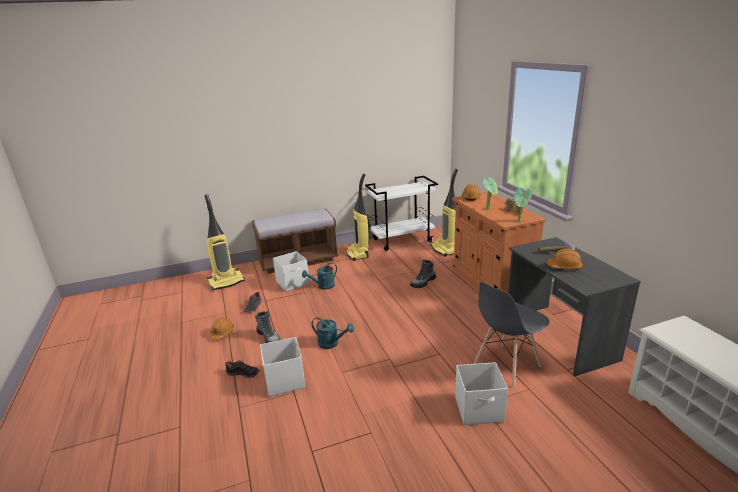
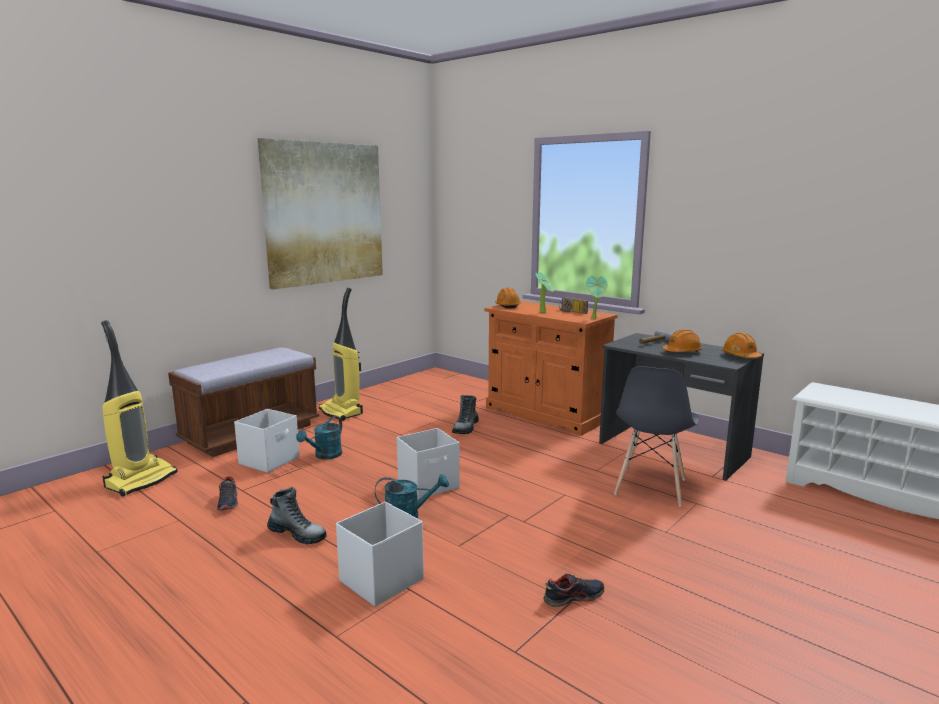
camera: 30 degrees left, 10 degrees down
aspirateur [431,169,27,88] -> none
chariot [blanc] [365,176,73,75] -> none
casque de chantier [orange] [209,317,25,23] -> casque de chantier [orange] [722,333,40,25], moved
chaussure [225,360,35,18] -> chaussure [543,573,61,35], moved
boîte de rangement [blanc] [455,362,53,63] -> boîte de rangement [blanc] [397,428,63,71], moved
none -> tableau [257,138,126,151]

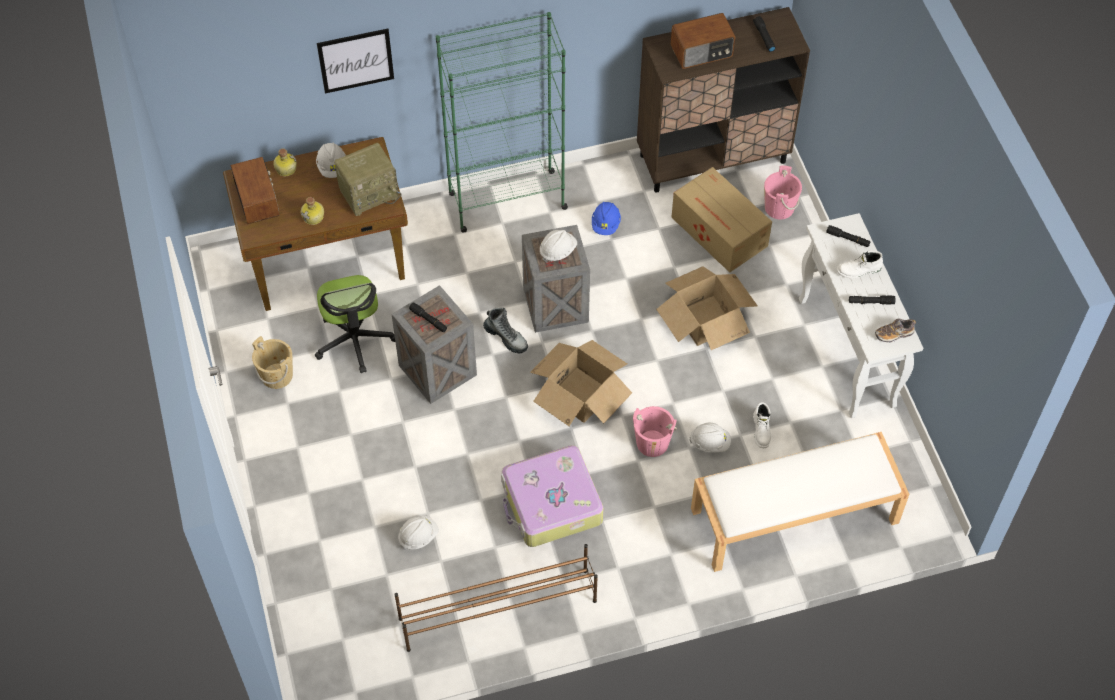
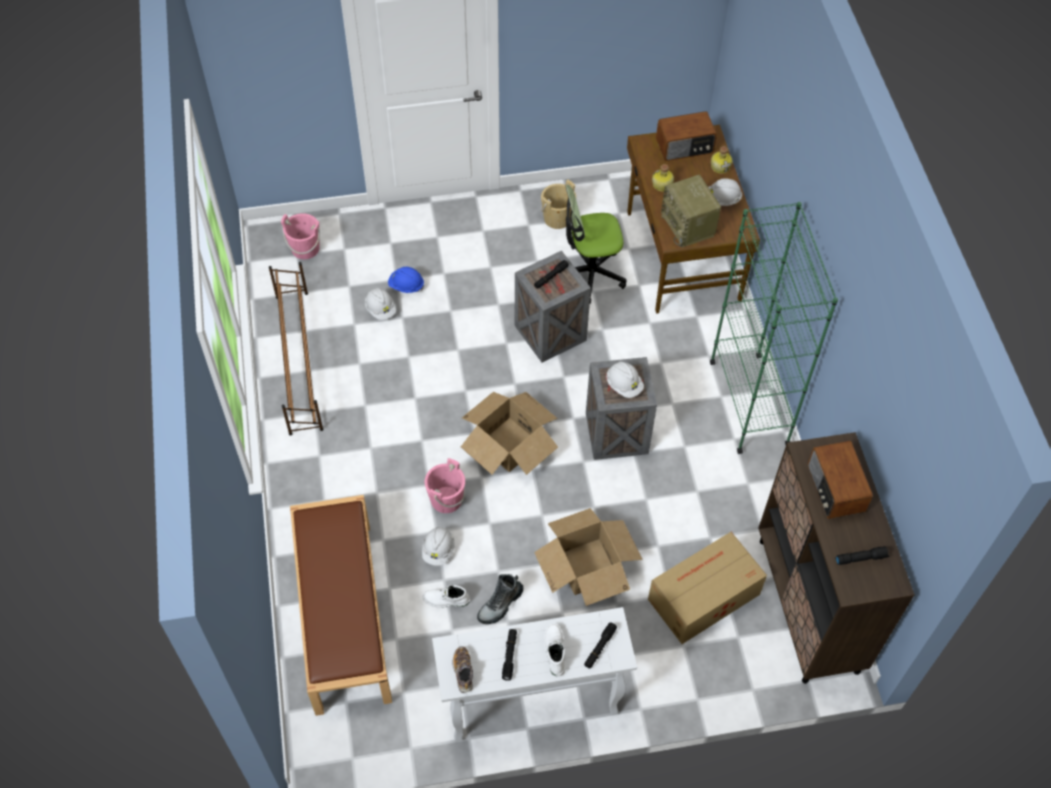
camera: 95 degrees right, 0 degrees up
tableau [317,29,77,65] -> none
seau [rose] [764,166,38,53] -> seau [rose] [281,213,39,46], moved
casque de chantier [bleu] [592,202,29,33] -> casque de chantier [bleu] [388,267,37,26], moved
botte [483,307,45,46] -> botte [477,574,46,50], moved
banc [blanc] [691,432,218,140] -> banc [marron] [290,495,102,221]
valise [501,445,103,102] -> none

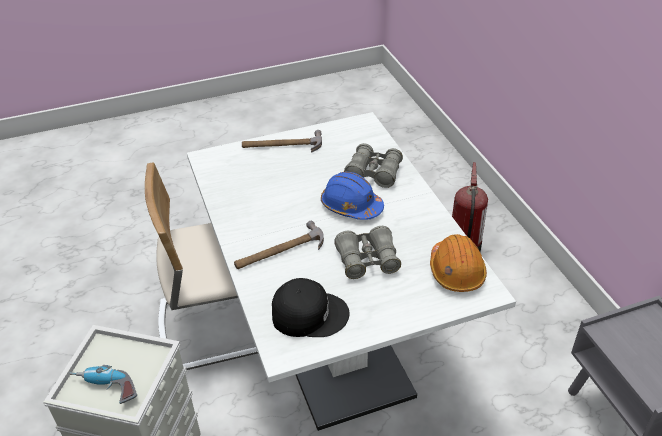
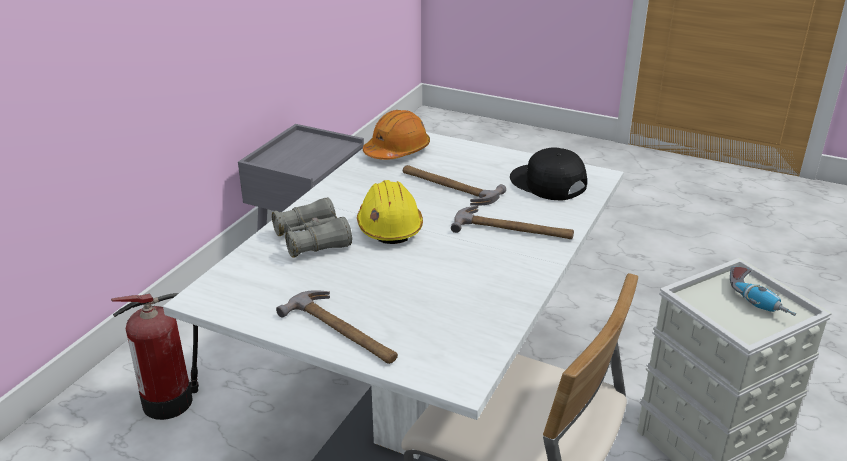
camera: 135 degrees left, 10 degrees down
casque de chantier [bleu] [321,172,63,48] -> casque de chantier [jaune] [357,180,66,64]
jumelles [gris] [334,226,67,53] -> marteau [403,165,103,41]

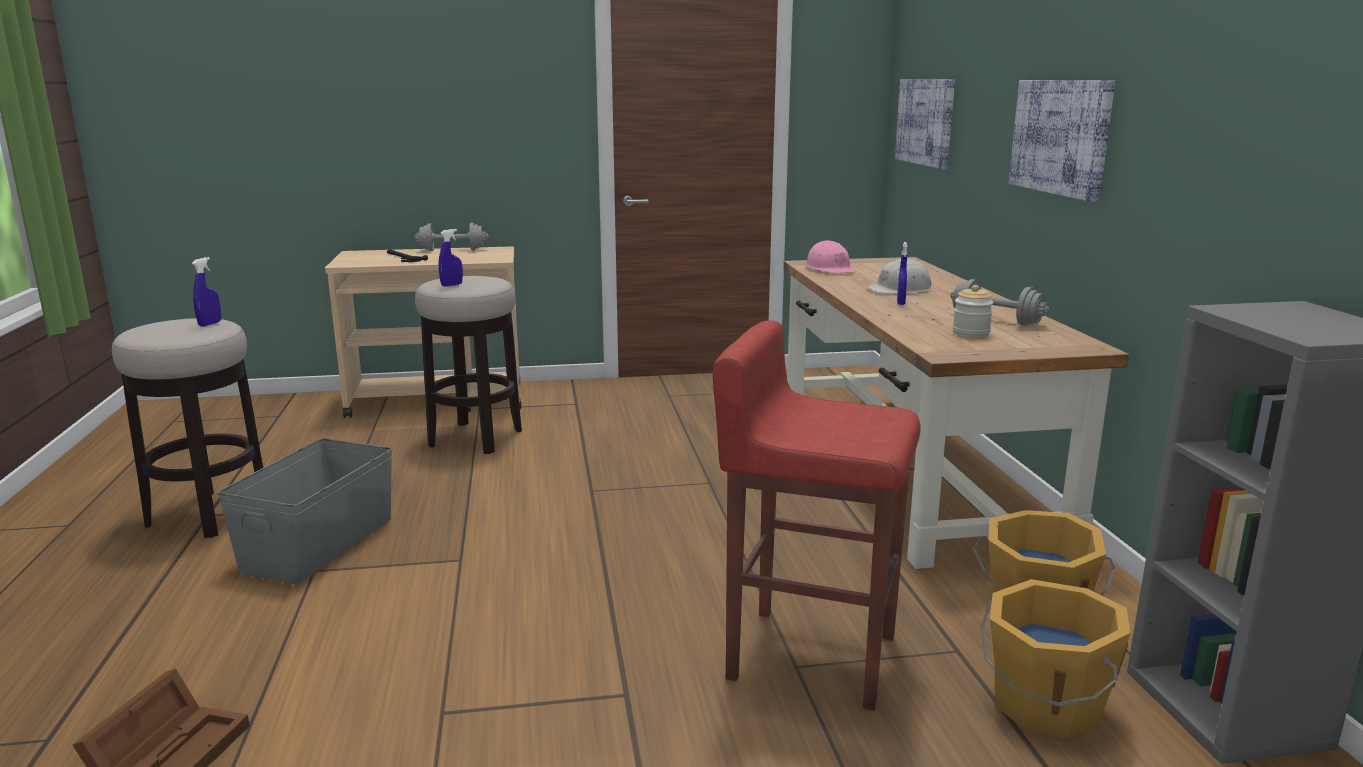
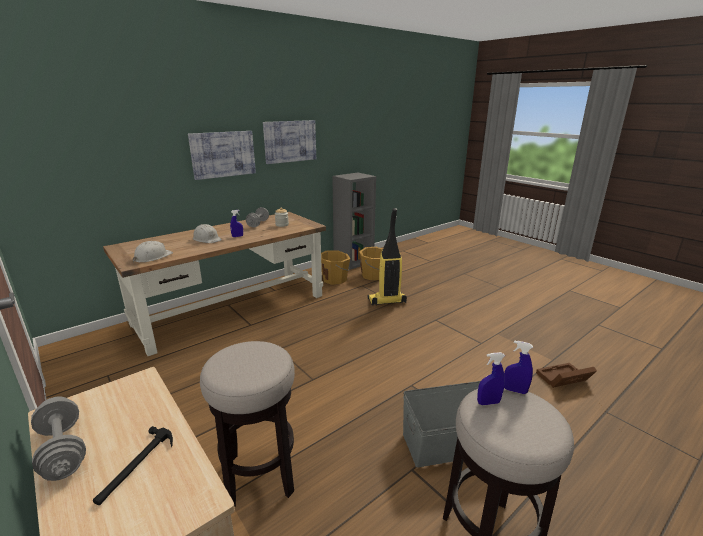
camera: 120 degrees left, 5 degrees up
tableau [895,79,60,90] -> tableau [263,120,53,44], moved
vaporisateur [bleu] [439,229,24,58] -> vaporisateur [bleu] [504,340,29,54], moved
casque de chantier [rose] [805,240,51,33] -> casque de chantier [blanc] [133,241,40,22]
tabouret [rouge] [713,320,208,391] -> aspirateur [368,208,39,98]

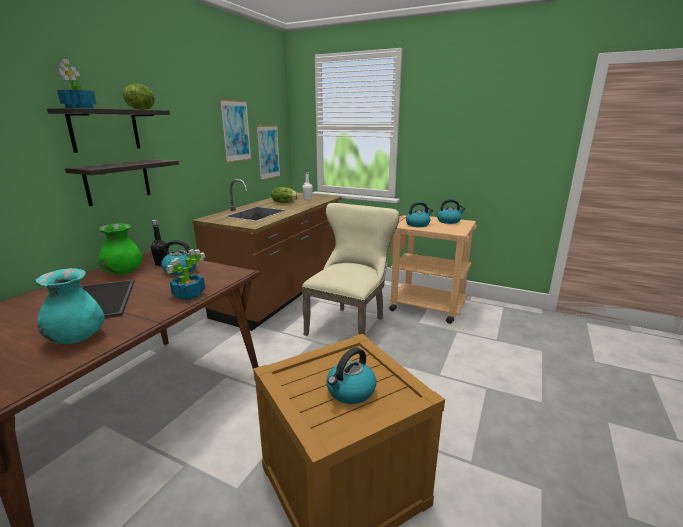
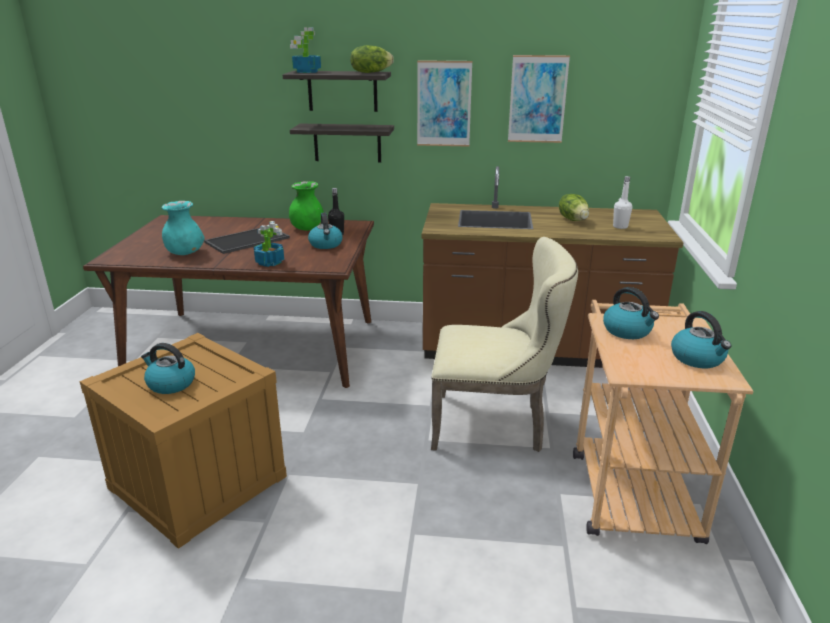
camera: 70 degrees right, 5 degrees up
tableau [256,126,25,54] -> tableau [417,60,55,87], moved

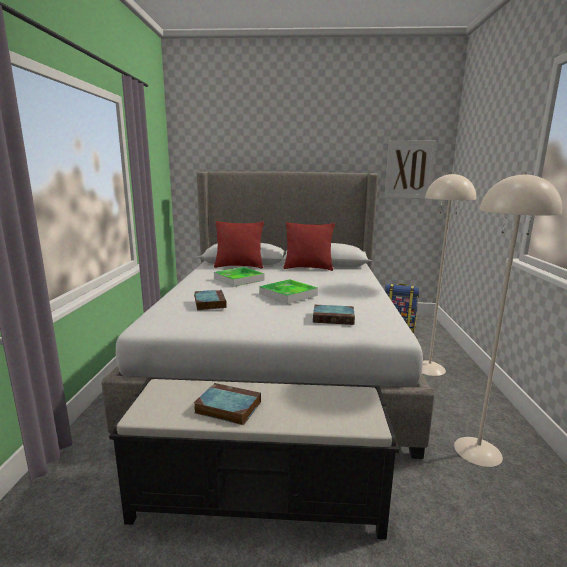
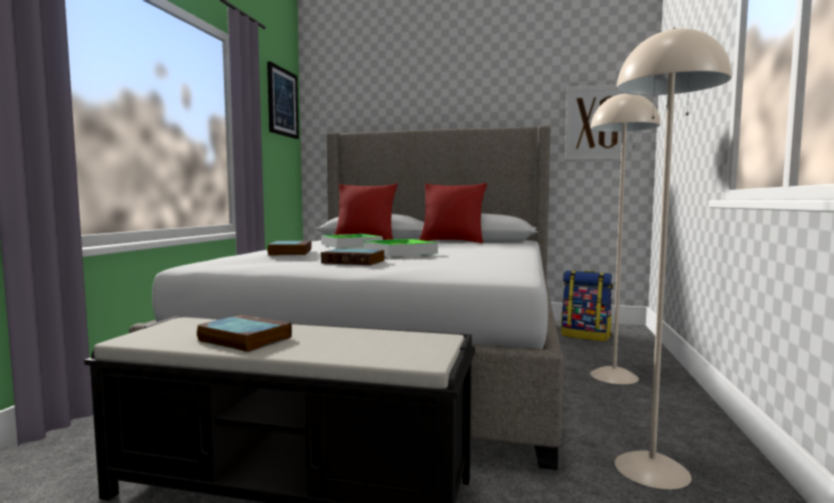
camera: 10 degrees right, 10 degrees down
livre [313,305,42,20] -> livre [321,248,63,17], moved
none -> tableau [267,61,32,78]

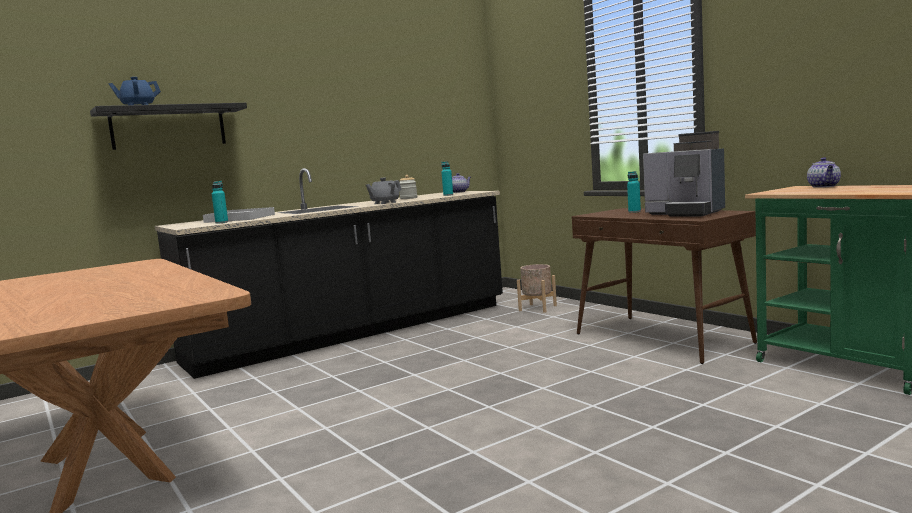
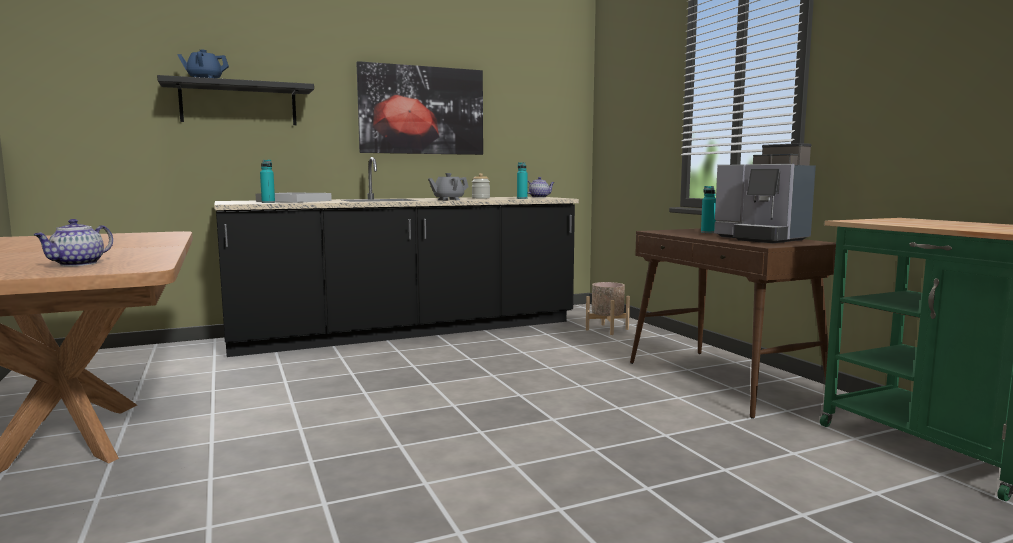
camera: 10 degrees right, 0 degrees up
théière [807,157,34,31] -> théière [33,219,80,47], moved
none -> tableau [356,61,127,94]

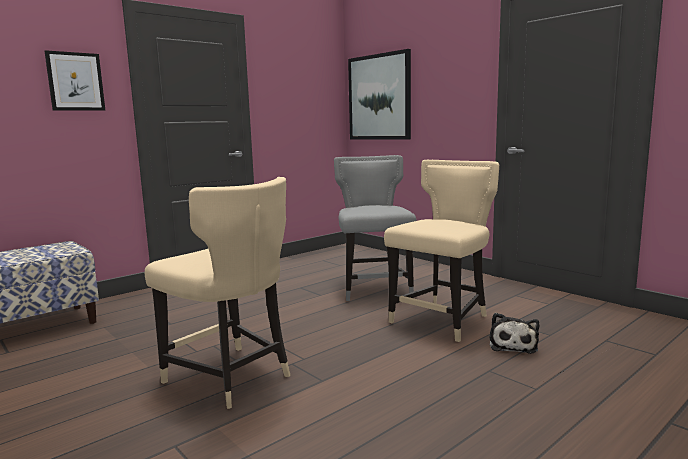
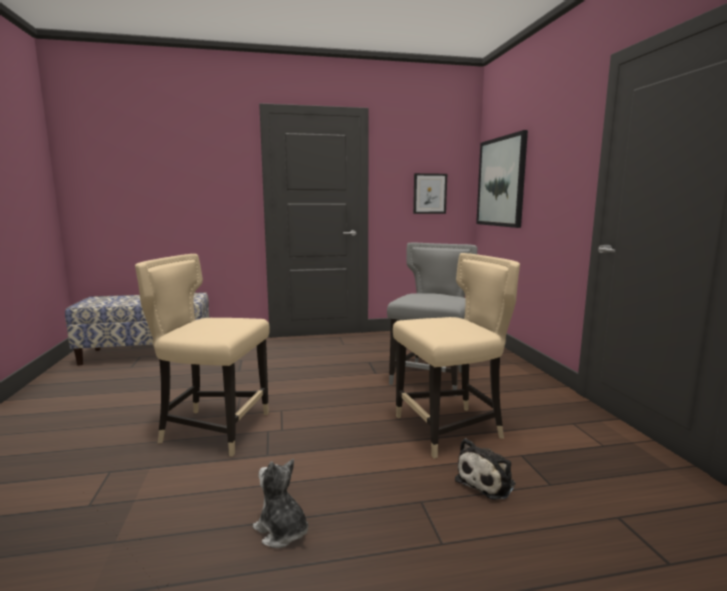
camera: 30 degrees right, 0 degrees up
tableau [44,50,61,61] -> tableau [413,173,34,41], moved
chaise [beige] [145,177,145,232] -> chaise [beige] [135,254,135,202], 120 degrees clockwise
none -> peluche [253,459,55,89]

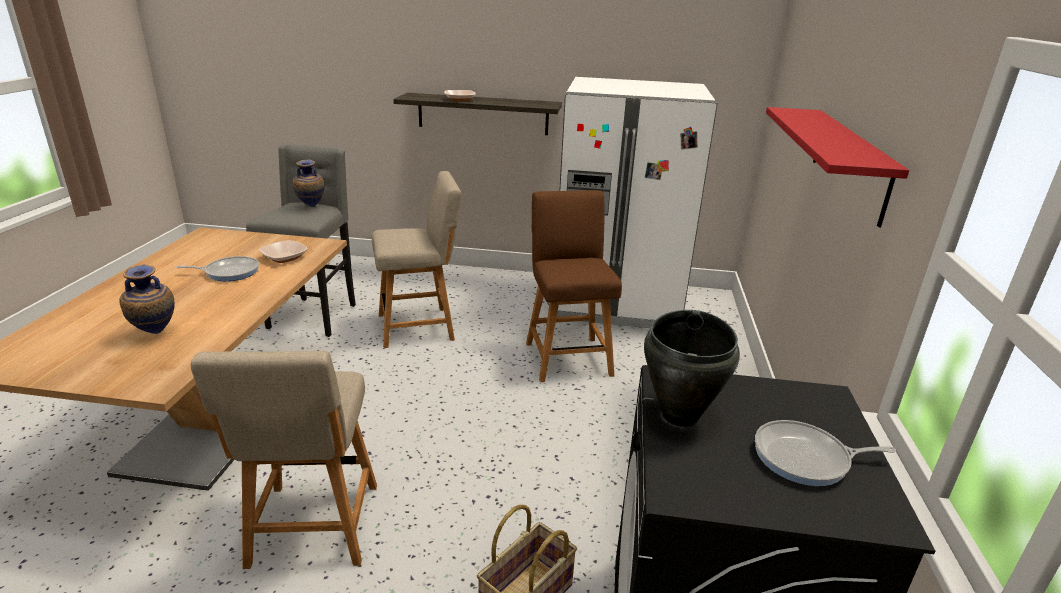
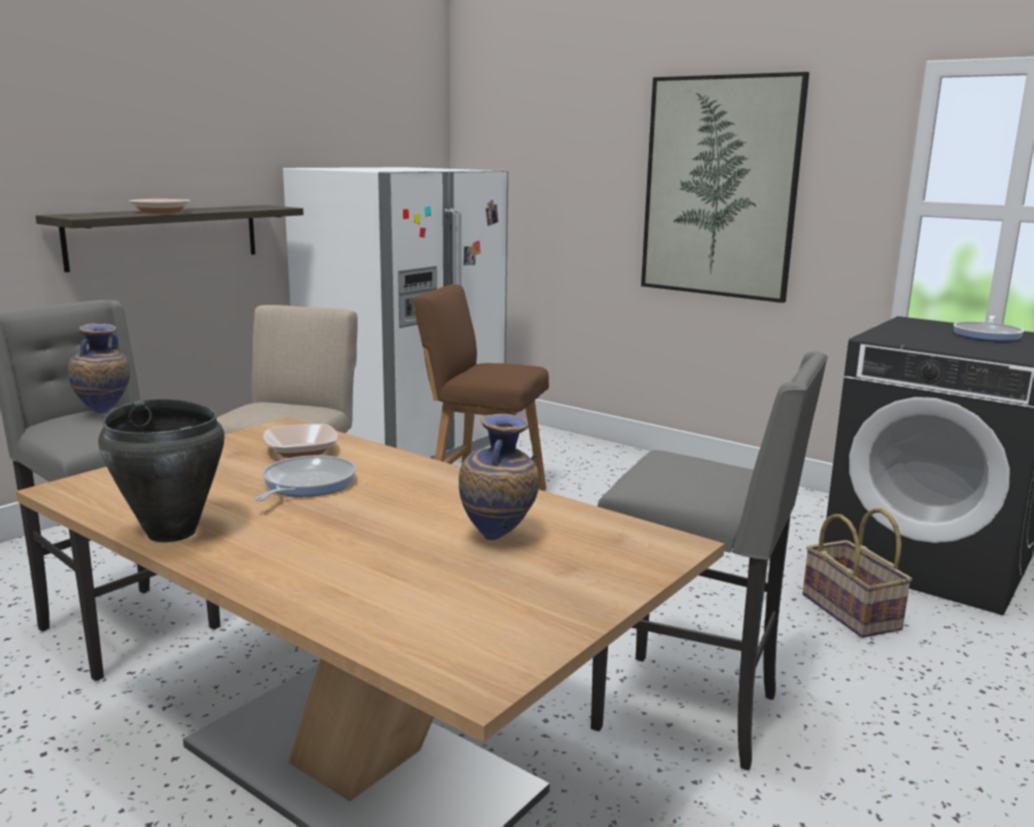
camera: 60 degrees left, 10 degrees down
étagère [rouge] [766,107,143,120] -> tableau [641,72,168,231]
marmite [noir] [644,310,96,117] -> marmite [noir] [98,399,126,143], moved
chaise [beige] [191,351,186,218] -> tabouret [gris] [591,351,237,419]

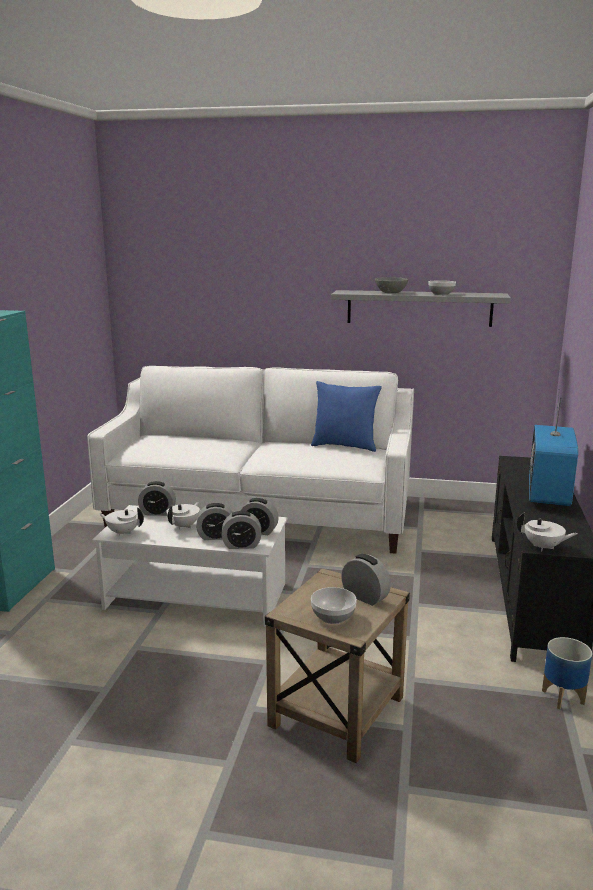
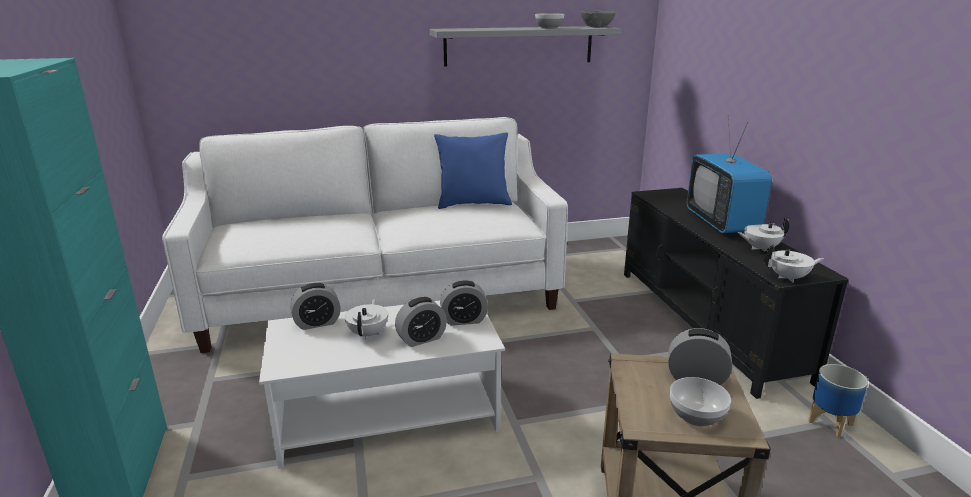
camera: 25 degrees left, 5 degrees up
bol [gris] [375,277,33,16] -> bol [gris] [580,11,36,16], moved
théière [blanc] [99,508,45,28] -> théière [blanc] [737,217,52,35], moved
réveil [221,511,40,38] -> none

